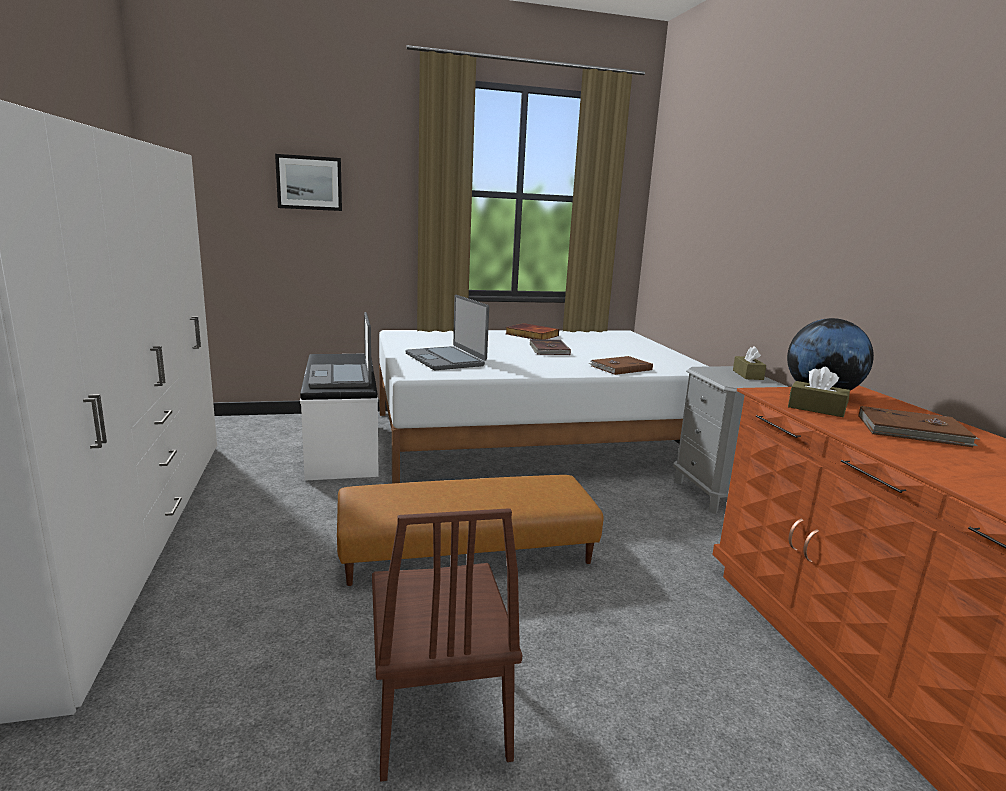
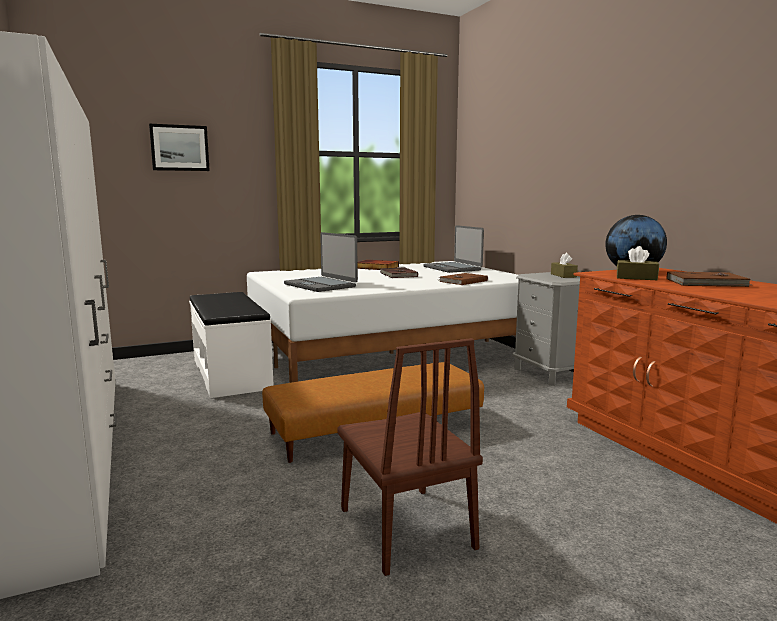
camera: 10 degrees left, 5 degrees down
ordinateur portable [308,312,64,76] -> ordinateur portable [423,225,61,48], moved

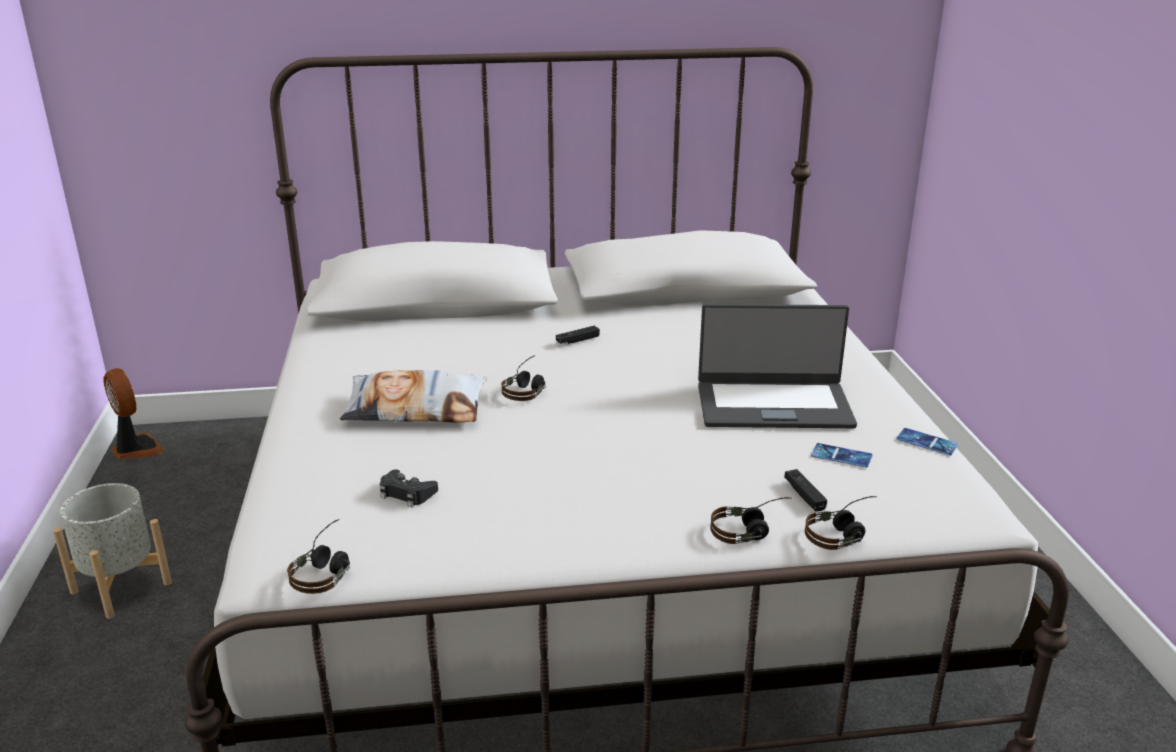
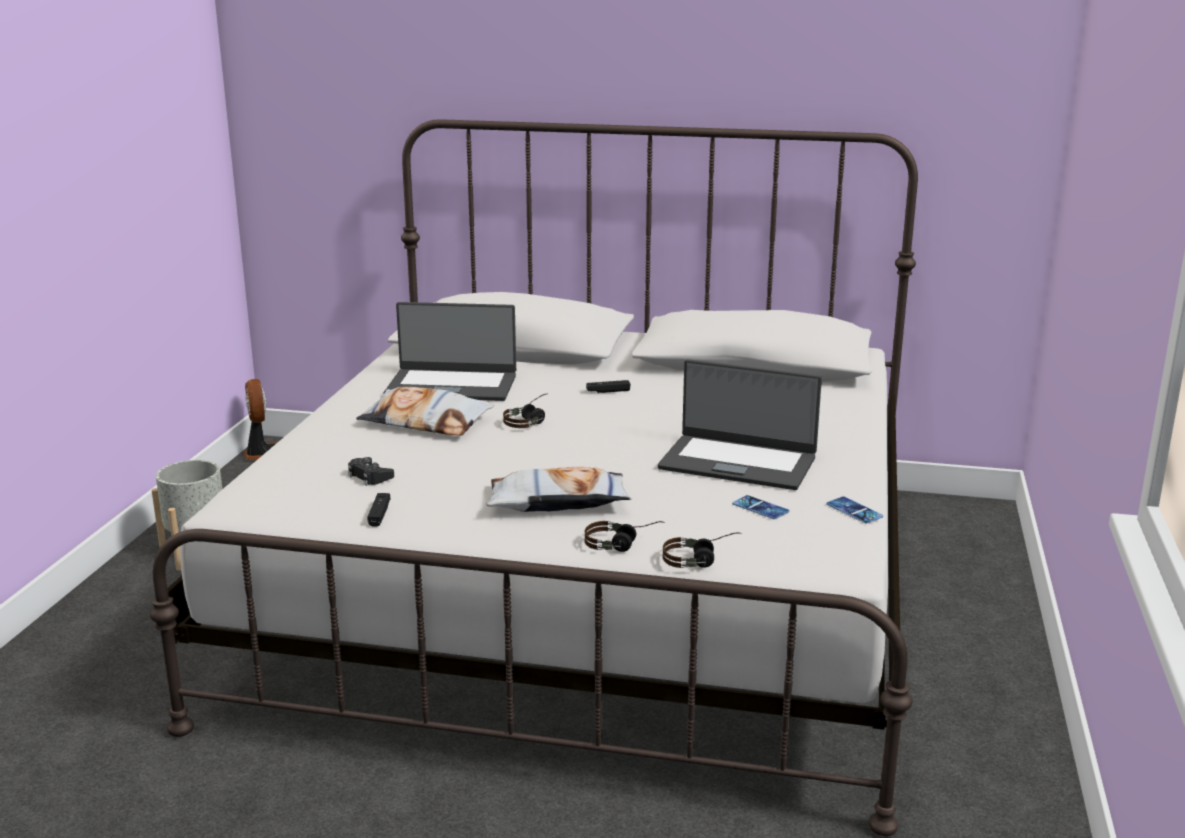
camera: 20 degrees right, 5 degrees down
manette [noir] [784,469,43,43] -> manette [noir] [367,493,24,33], moved
casque audio [287,519,63,75] -> none
none -> ordinateur portable [383,302,133,99]
none -> coussin [486,467,146,45]

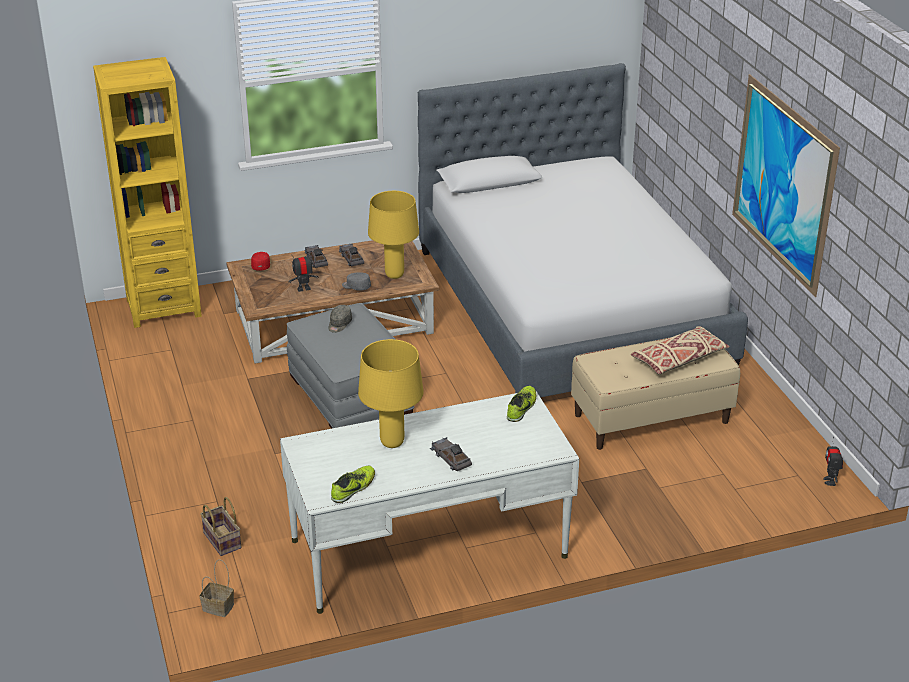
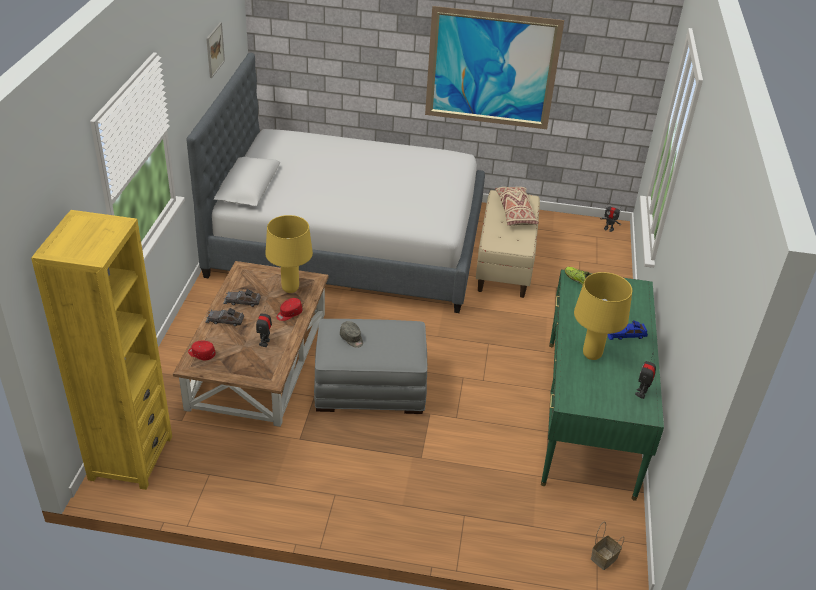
camera: 65 degrees left, 5 degrees up
casquette [gris] [342,272,29,19] -> casquette [rouge] [276,298,26,23]
bureau [blanc] [280,392,299,222] -> bureau [vert] [541,269,123,232]
petite voiture [gris] [430,437,42,34] -> petite voiture [bleu] [607,320,41,20]
chaussure [331,466,44,37] -> robot jouet [635,355,21,44]
panier [200,497,42,59] -> none
none -> tableau [206,22,19,56]

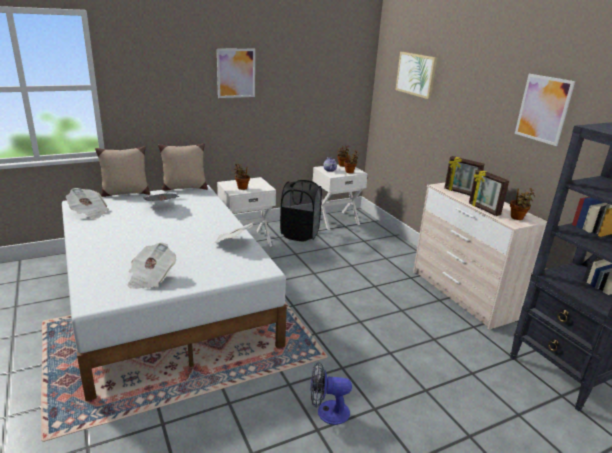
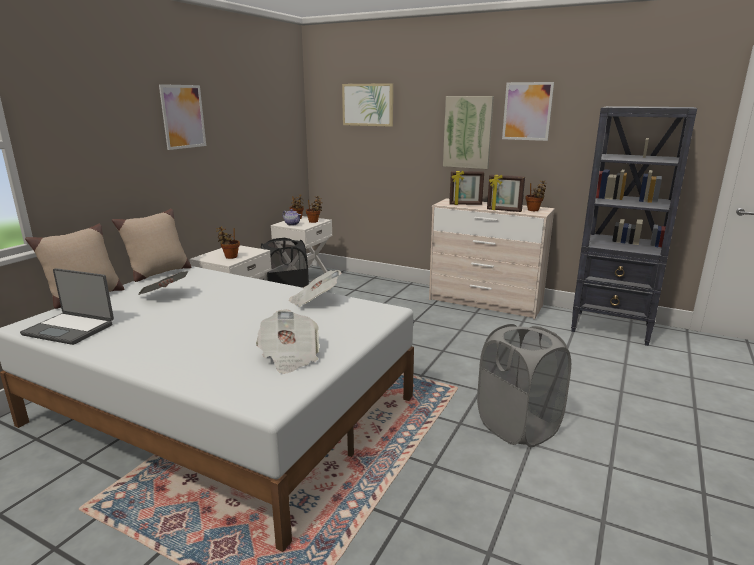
camera: 35 degrees left, 5 degrees down
journal [66,188,43,31] -> ordinateur portable [20,268,94,77]
ventilateur [310,362,42,63] -> panier à linge [gris] [477,324,94,123]
none -> tableau [443,96,51,73]

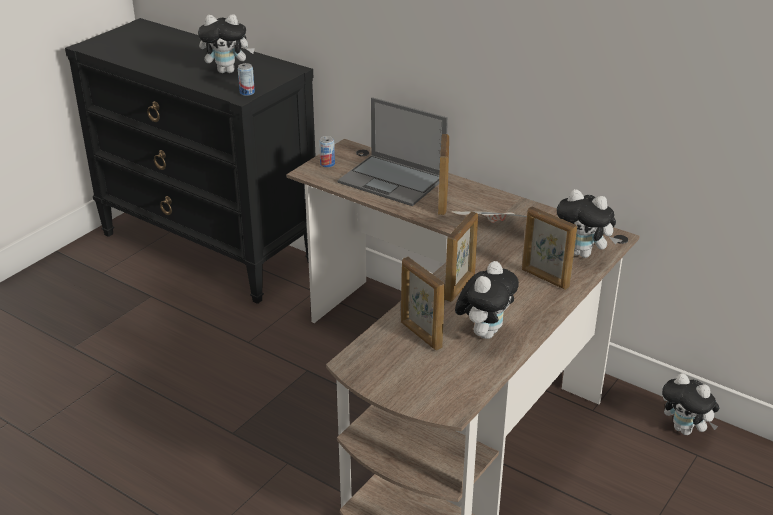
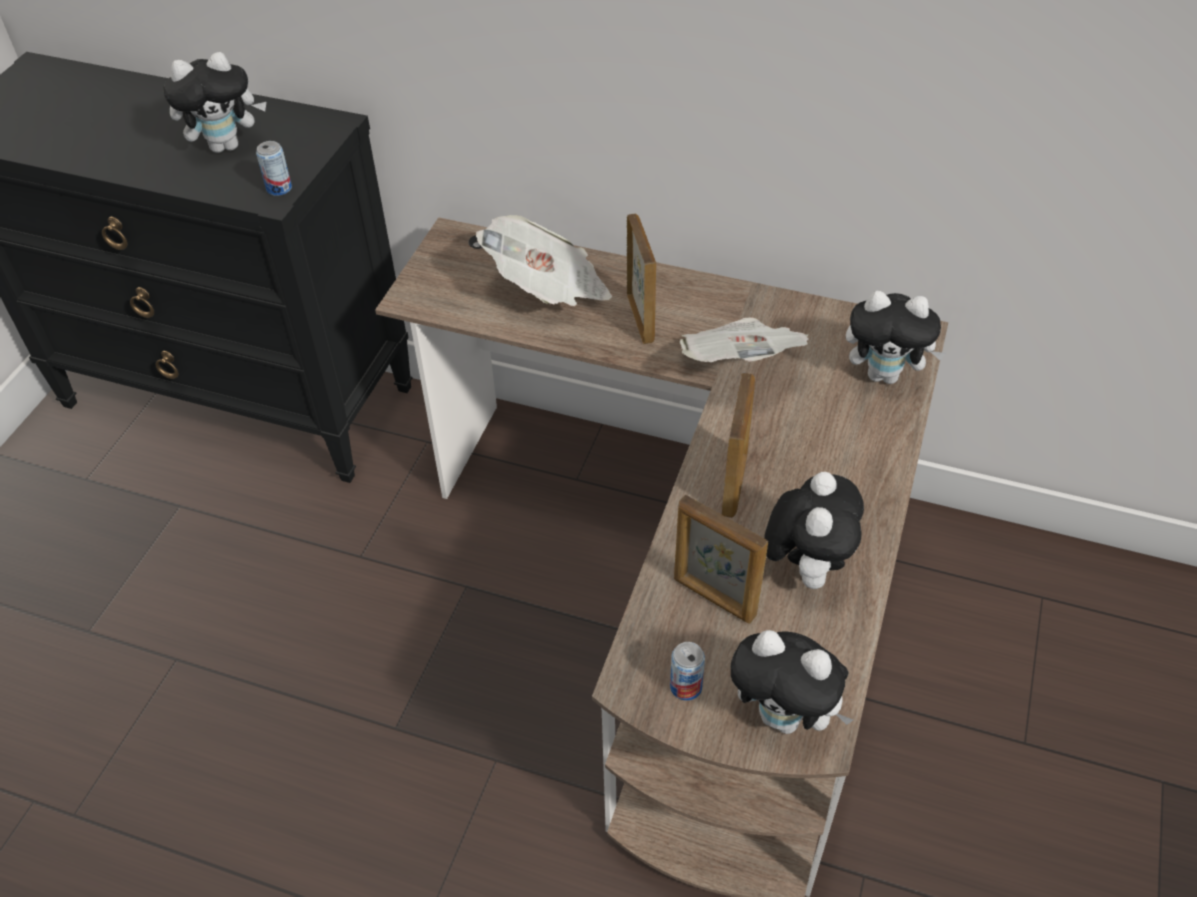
camera: 15 degrees left, 15 degrees up
ordinateur portable [338,97,110,109] -> journal [476,215,136,91]
boîte métallique [319,136,16,32] -> boîte métallique [670,642,35,59], moved
cadre photo [522,206,55,84] -> none
peluche [662,373,57,62] -> peluche [731,630,122,104], moved

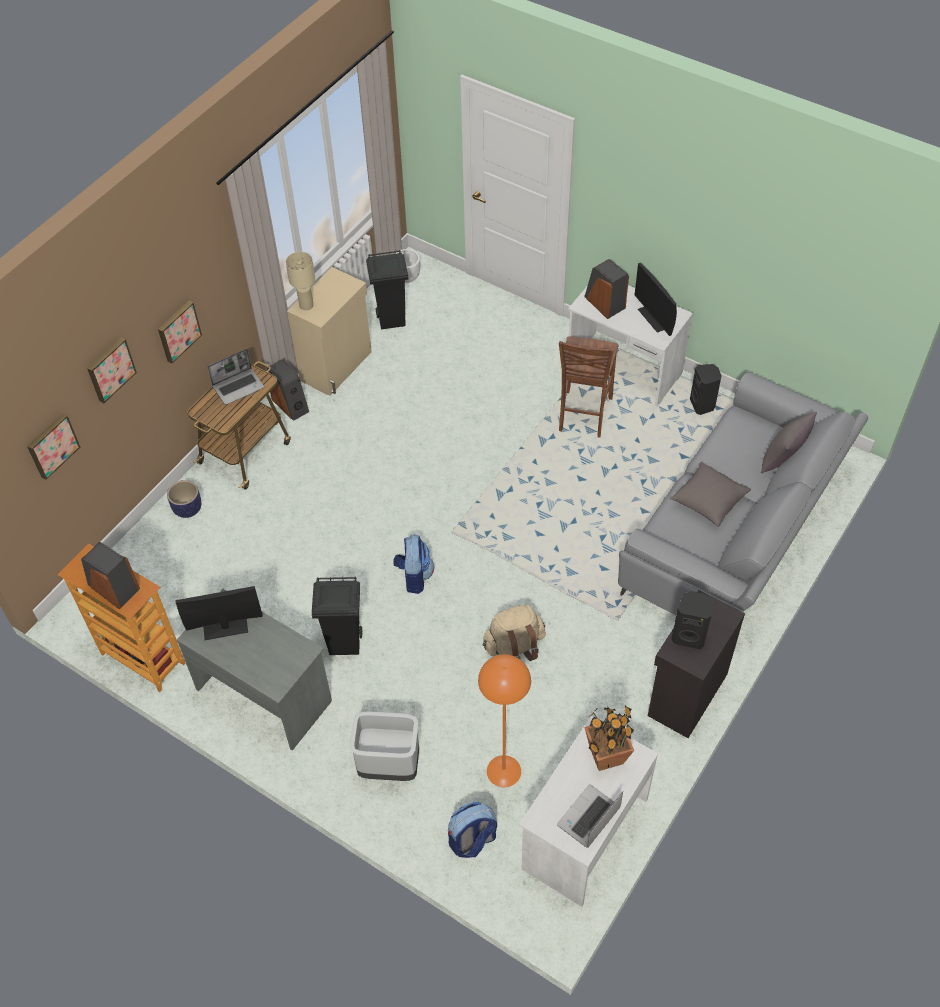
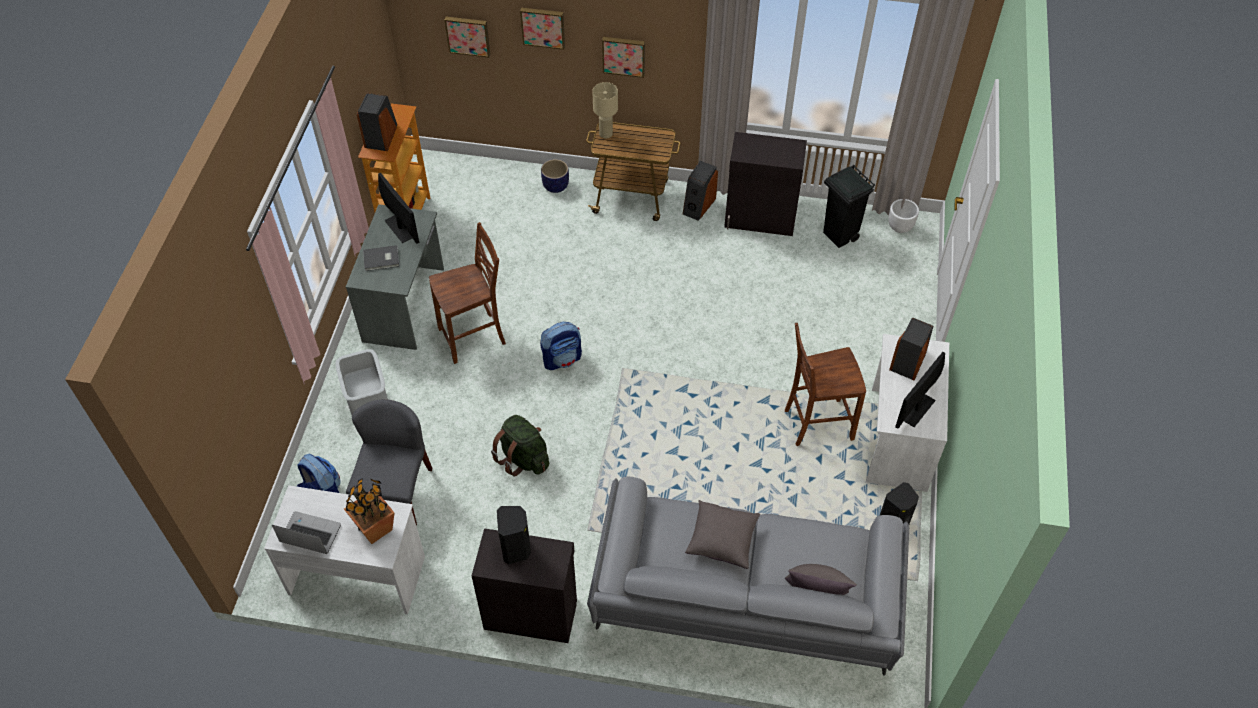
camera: 65 degrees right, 0 degrees up
lampe de table [beige] [286,252,29,58] -> lampe de table [beige] [592,82,26,56], moved
meuble de rangement [beige] [287,267,85,129] -> meuble de rangement [noir] [724,132,83,104]
ordinateur portable [207,349,58,56] -> none
poubelle [noir] [312,577,50,78] -> chaise [marron] [429,222,77,142]
sac à dos [beige] [483,605,63,56] -> sac à dos [vert] [491,415,58,61]
lampadaire [orange] [478,654,53,133] -> chaise [gris] [346,399,87,127]
none -> livre [gris] [363,245,36,26]

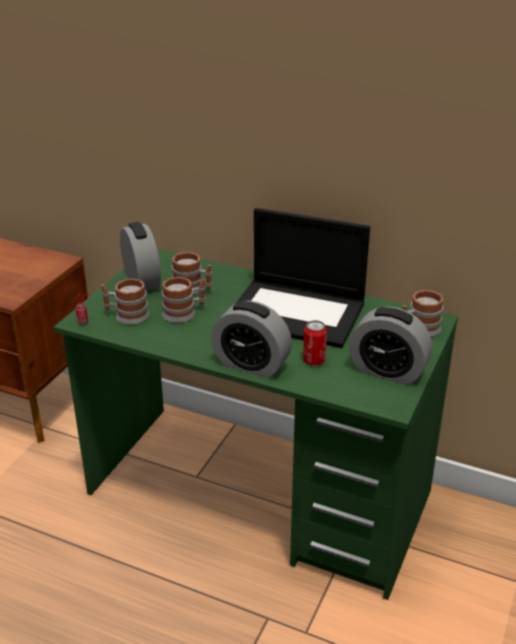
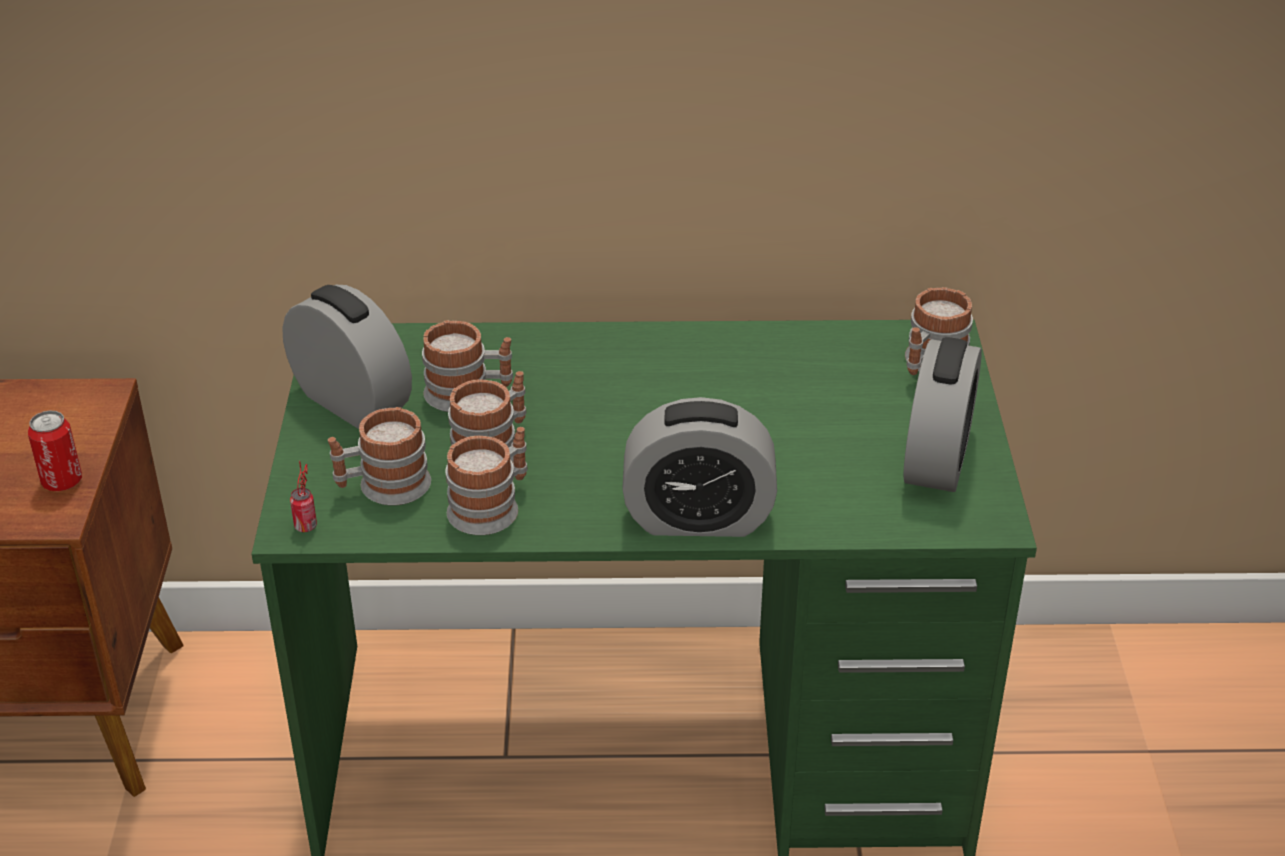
camera: 25 degrees left, 5 degrees up
ordinateur portable [237,208,133,140] -> none
réveil [349,306,83,79] -> réveil [903,337,79,155], 75 degrees counterclockwise
boîte métallique [303,320,24,45] -> boîte métallique [28,411,54,80], moved
none -> mug [445,427,83,108]

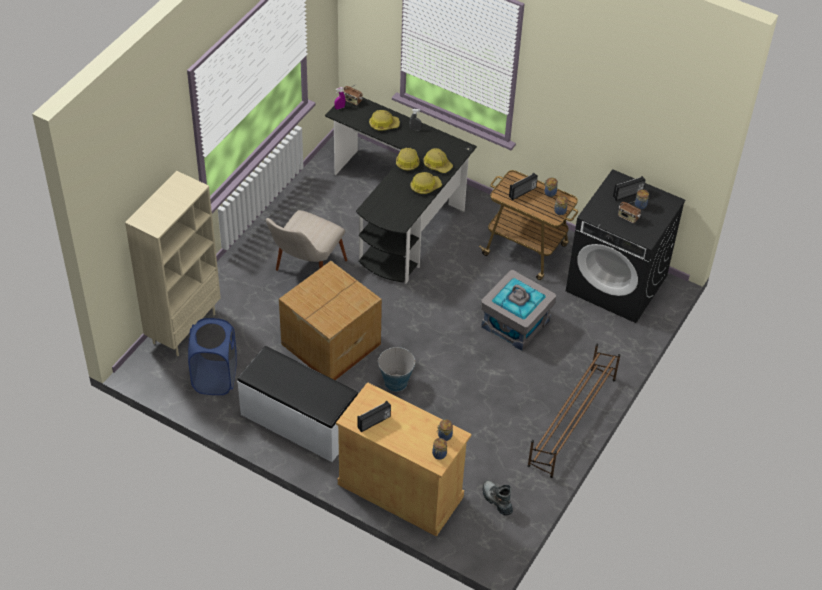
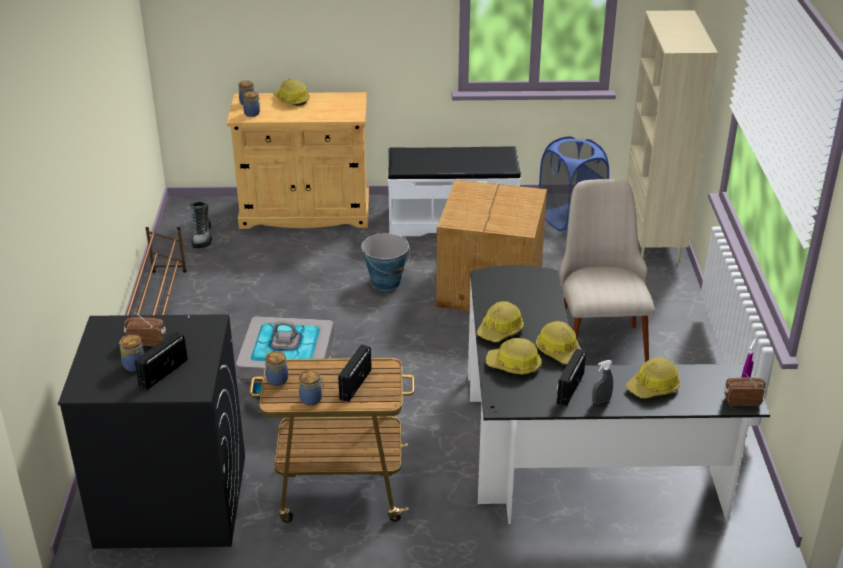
camera: 150 degrees right, 15 degrees down
radio [357,401,34,31] -> radio [557,348,29,58], moved
botte [483,480,30,36] -> botte [190,201,22,47], 60 degrees clockwise
none -> casque de chantier [273,79,37,27]

